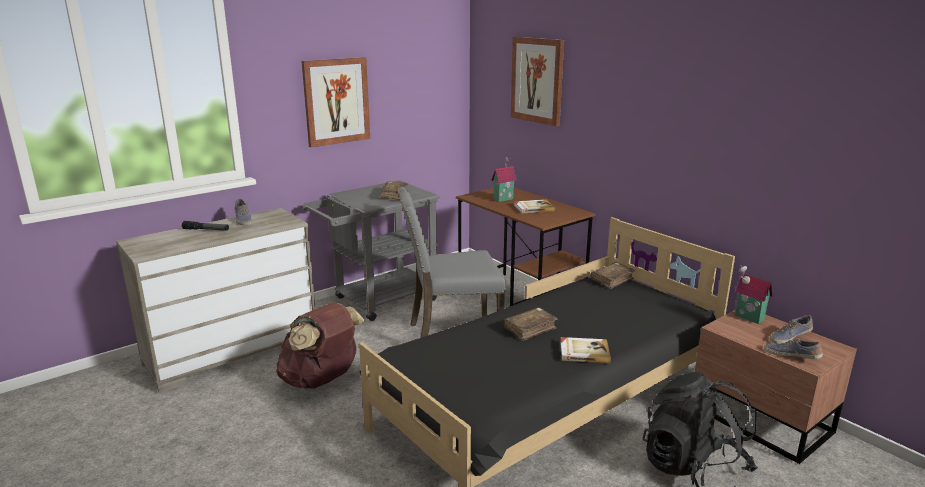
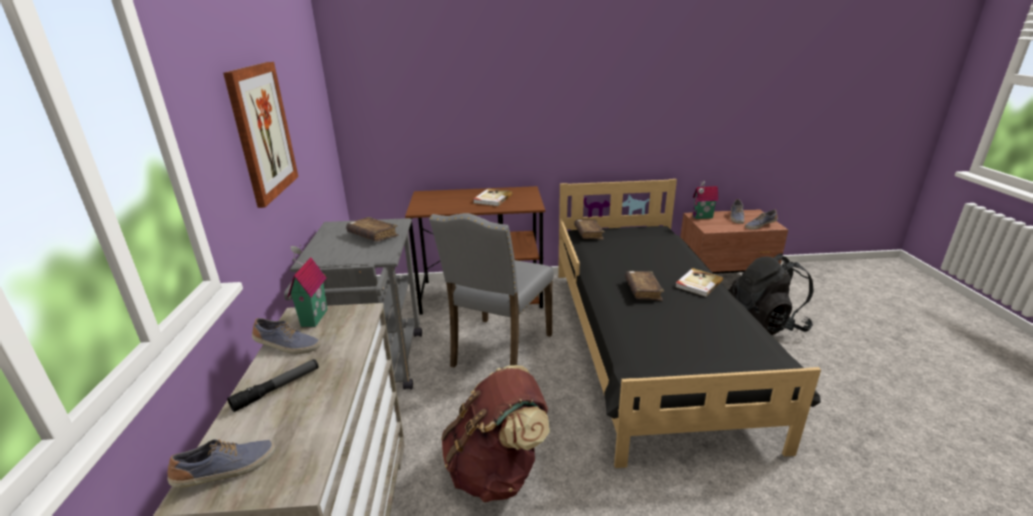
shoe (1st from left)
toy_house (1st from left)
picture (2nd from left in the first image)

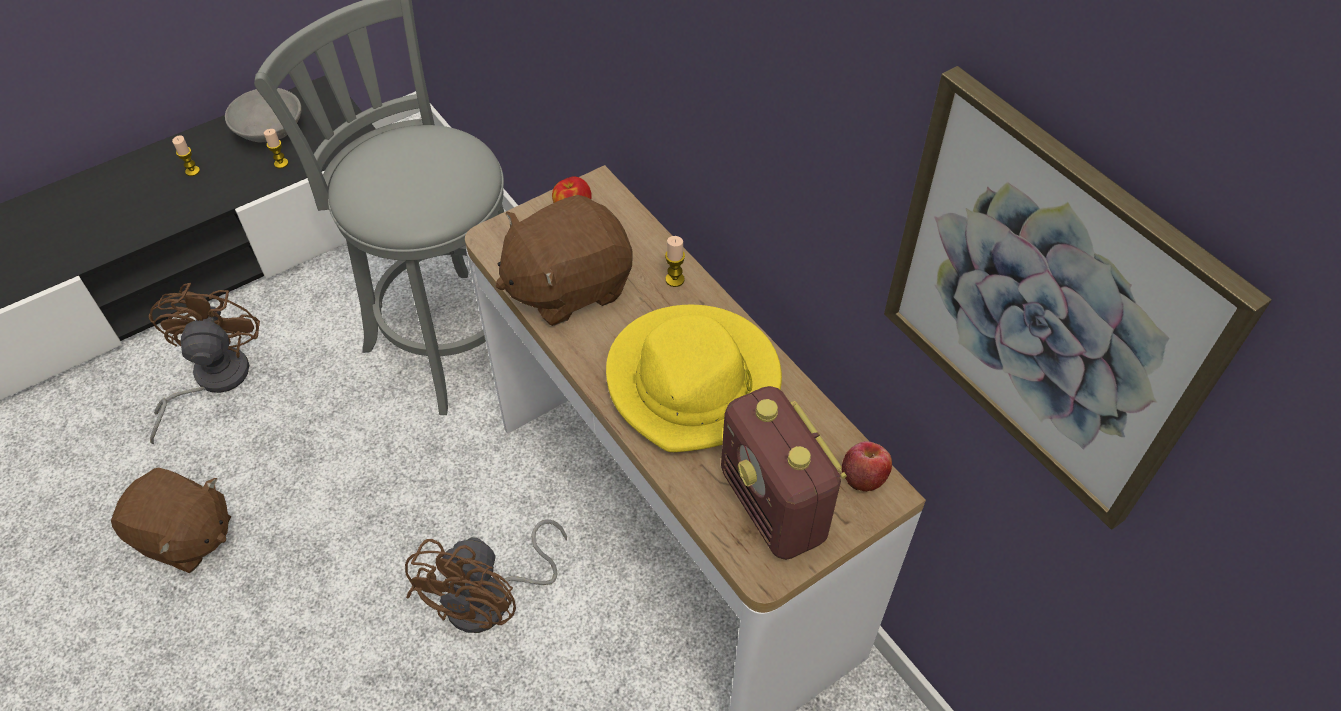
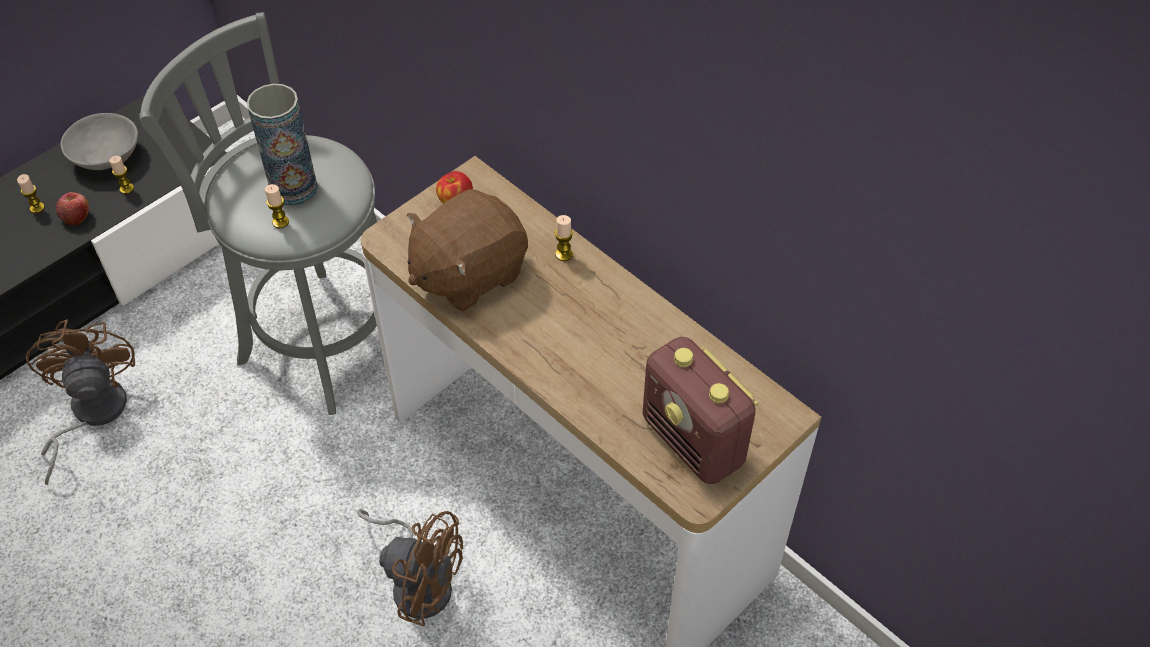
apple (1st from left)
vase
candle (3rd from left)
brown_fan (2nd from left)
brown_plush_toy (1st from left in the first image)
yellow_hat
picture

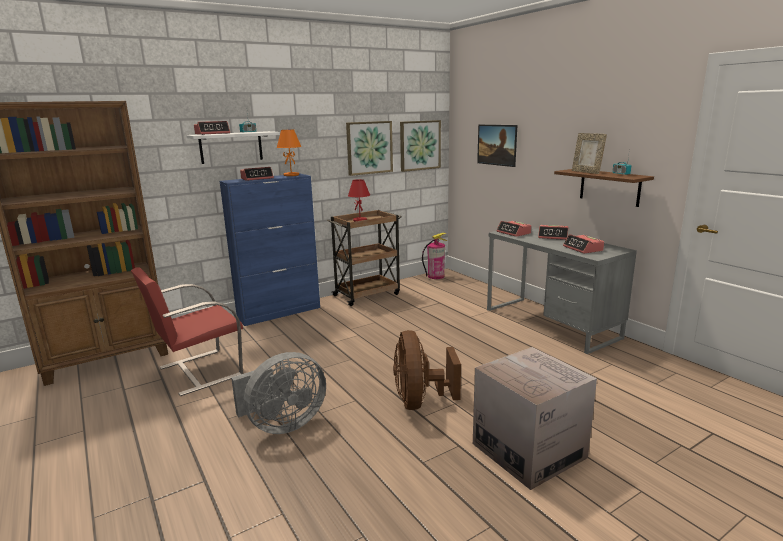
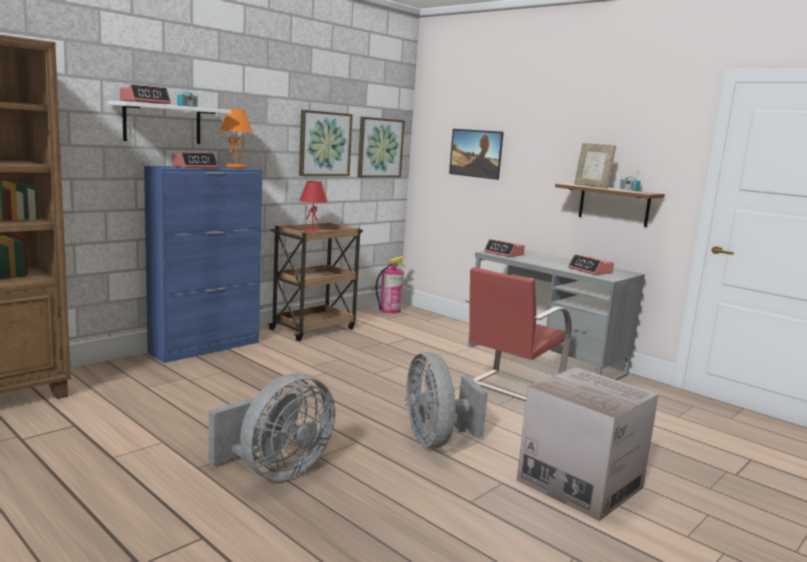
grey_fan (2nd from left)
red_chair
alarm_clock (4th from left in the first image)

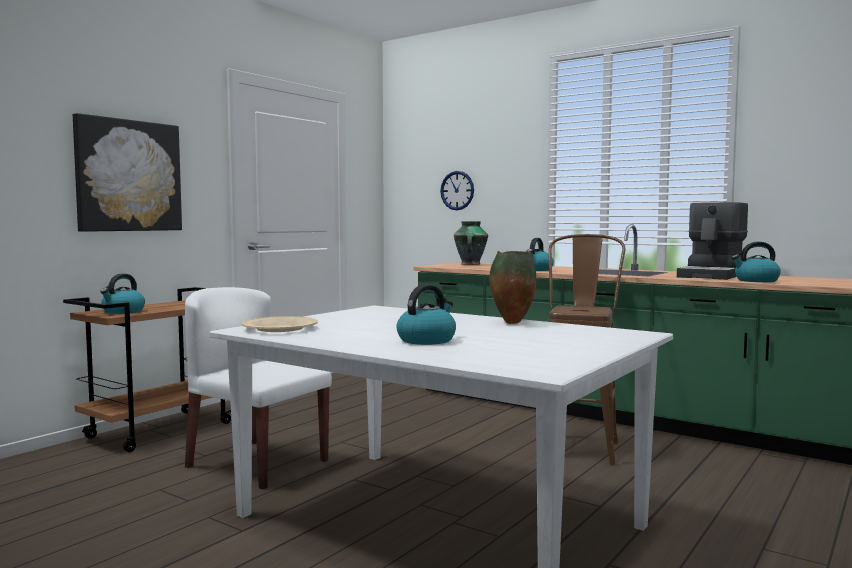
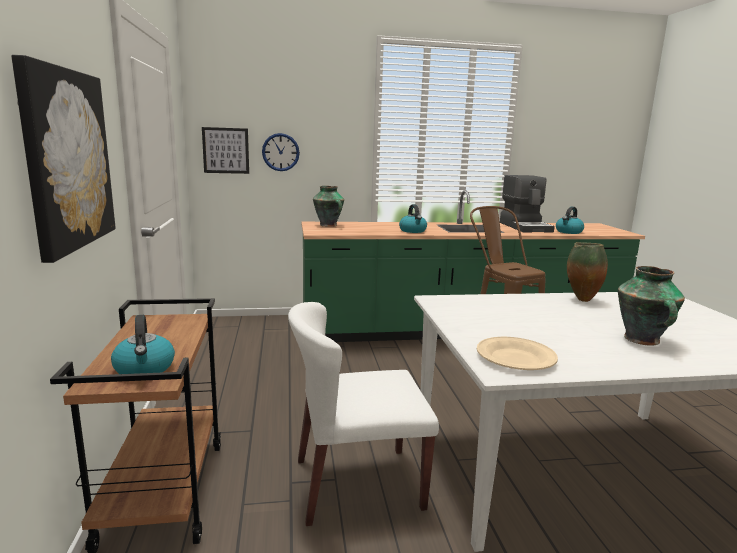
picture (2nd from left)
vase (3rd from left)

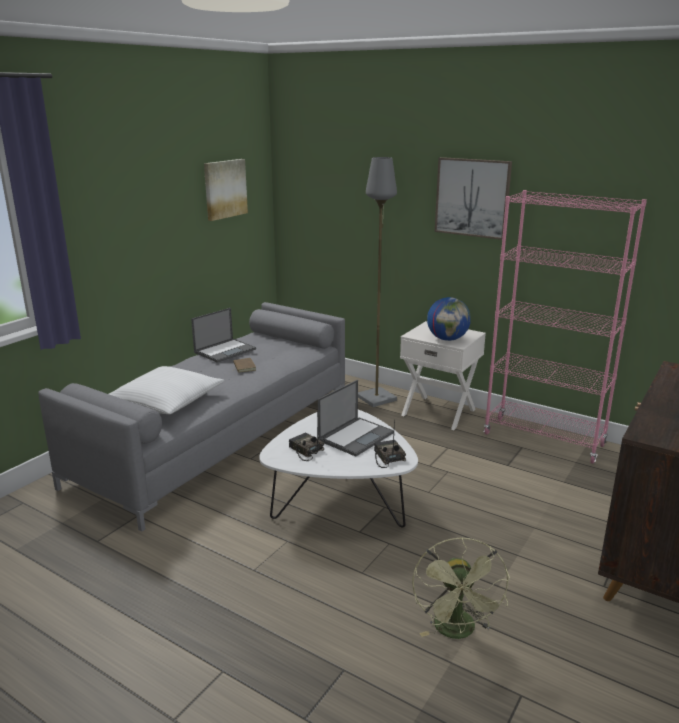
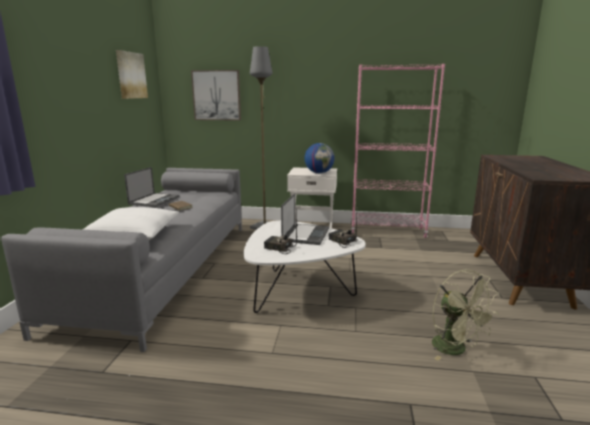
picture (2nd from left)

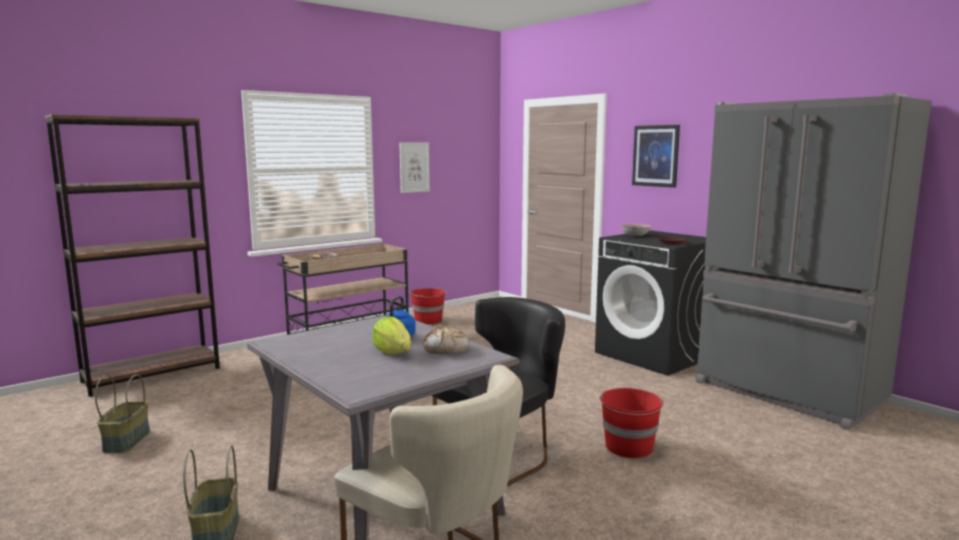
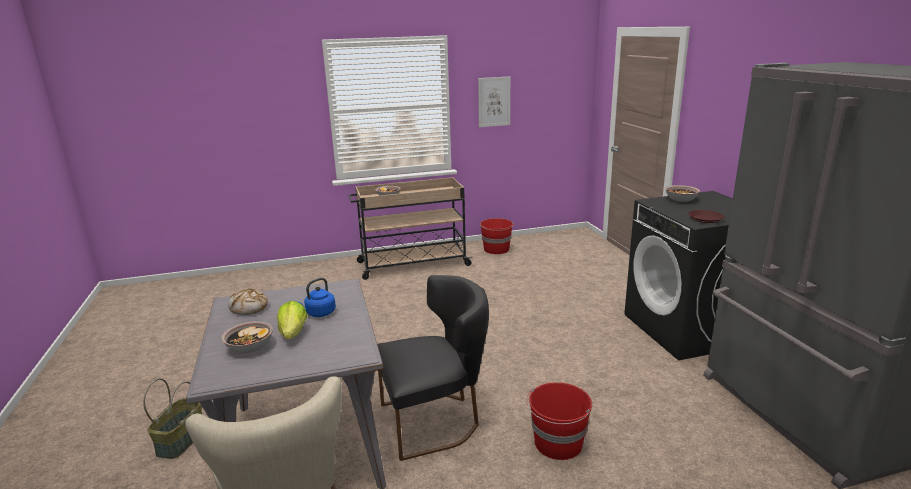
bowl (1st from left)
bread
brown_bookcase
basket (1st from left in the first image)
picture (2nd from left in the first image)

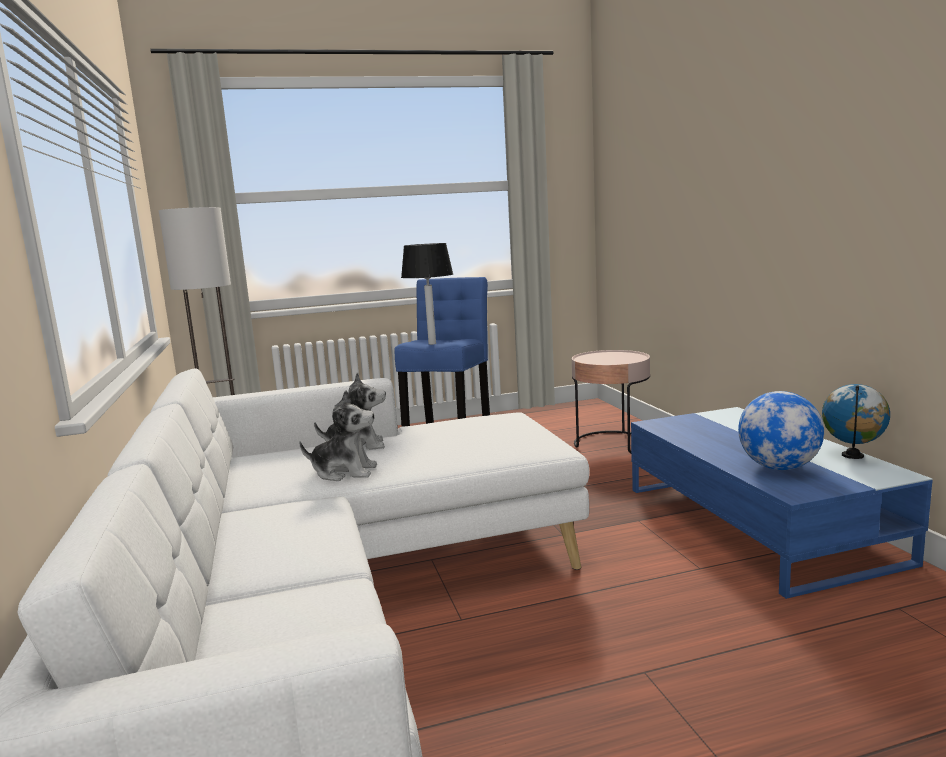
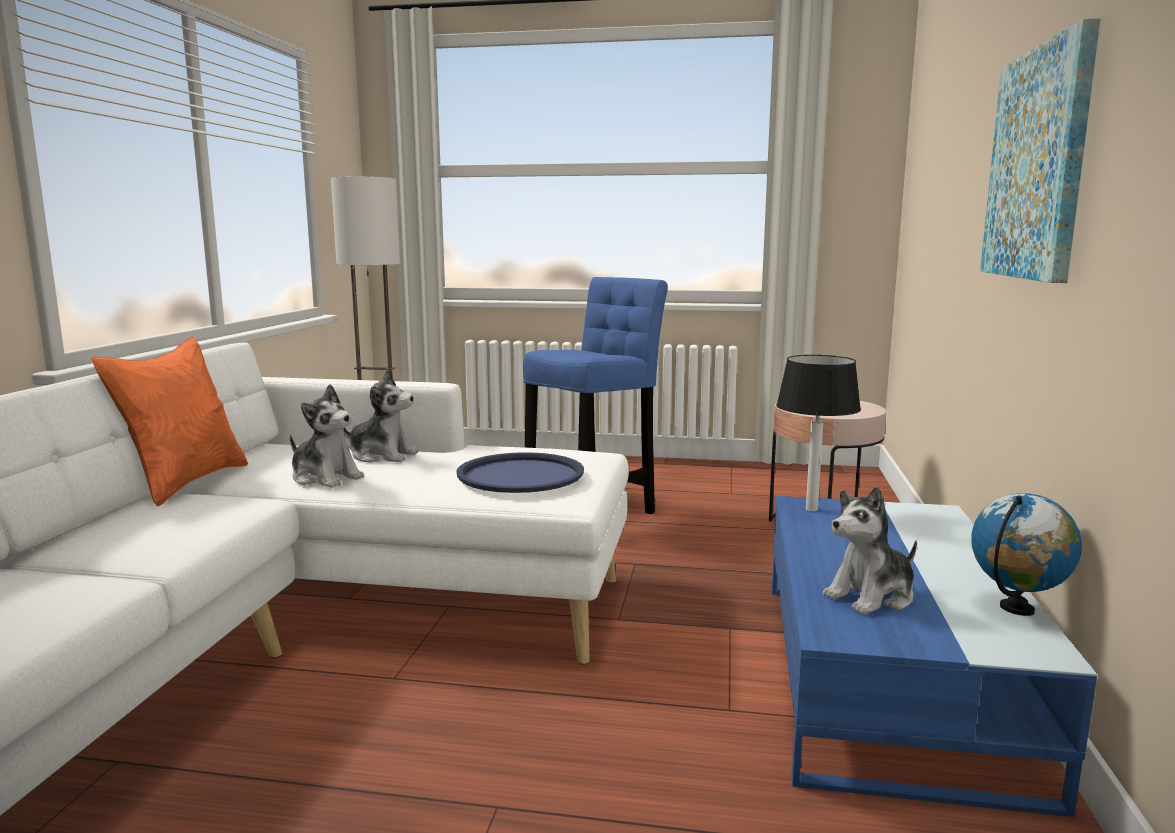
orange_pillow
blue_tray
table_lamp
plush_toy (3rd from left)
picture

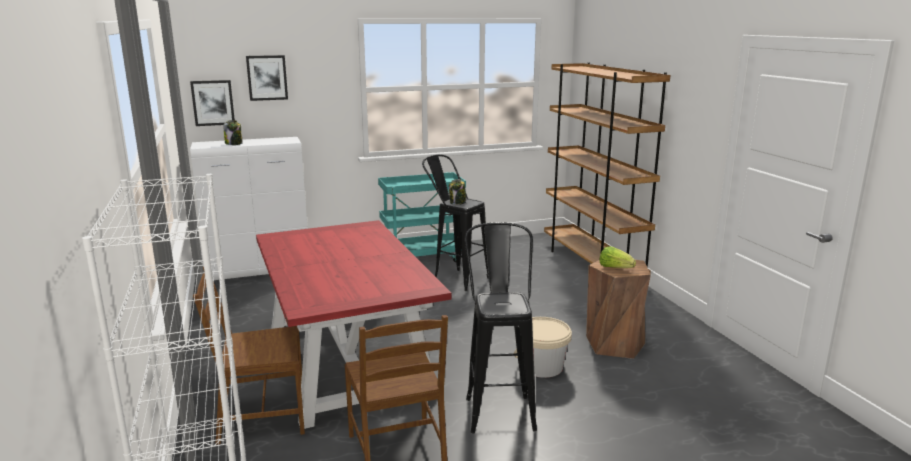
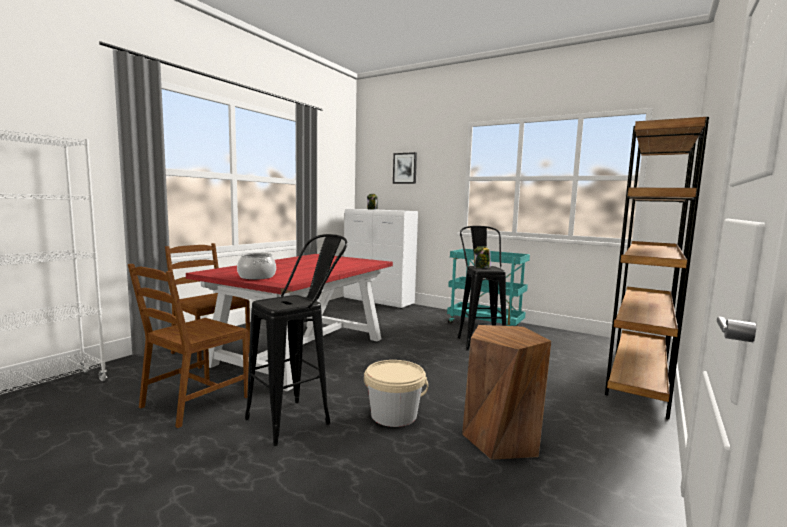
cooking_pot
picture (1st from left in the first image)
lettuce

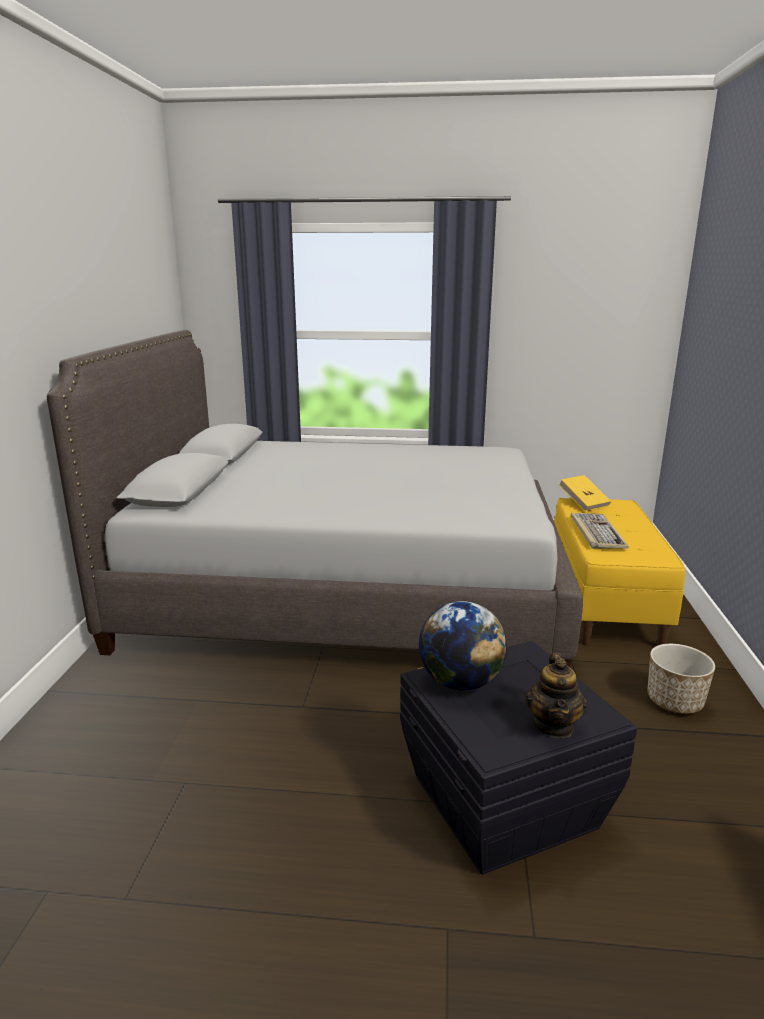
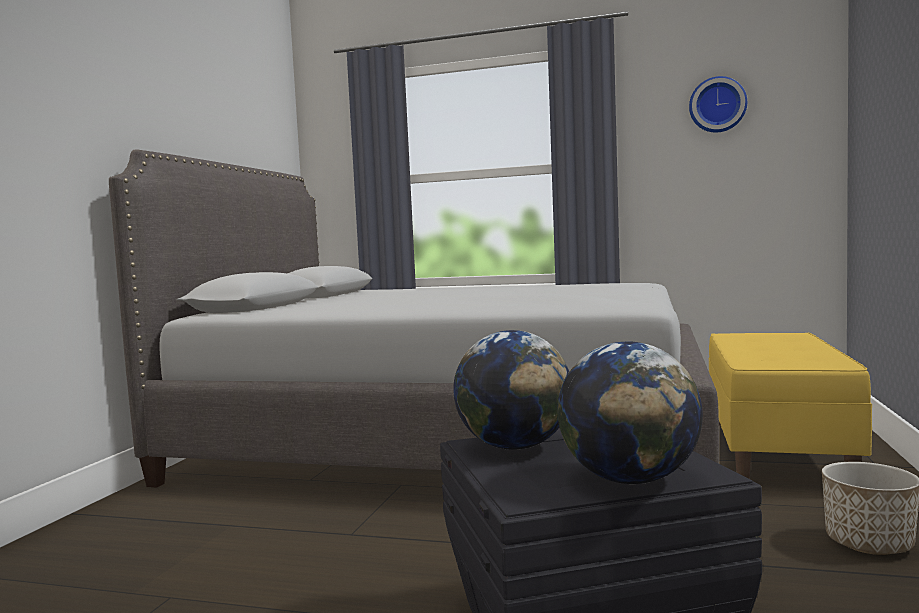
globe (2nd from left)
wall_clock
yellow_book
keyboard

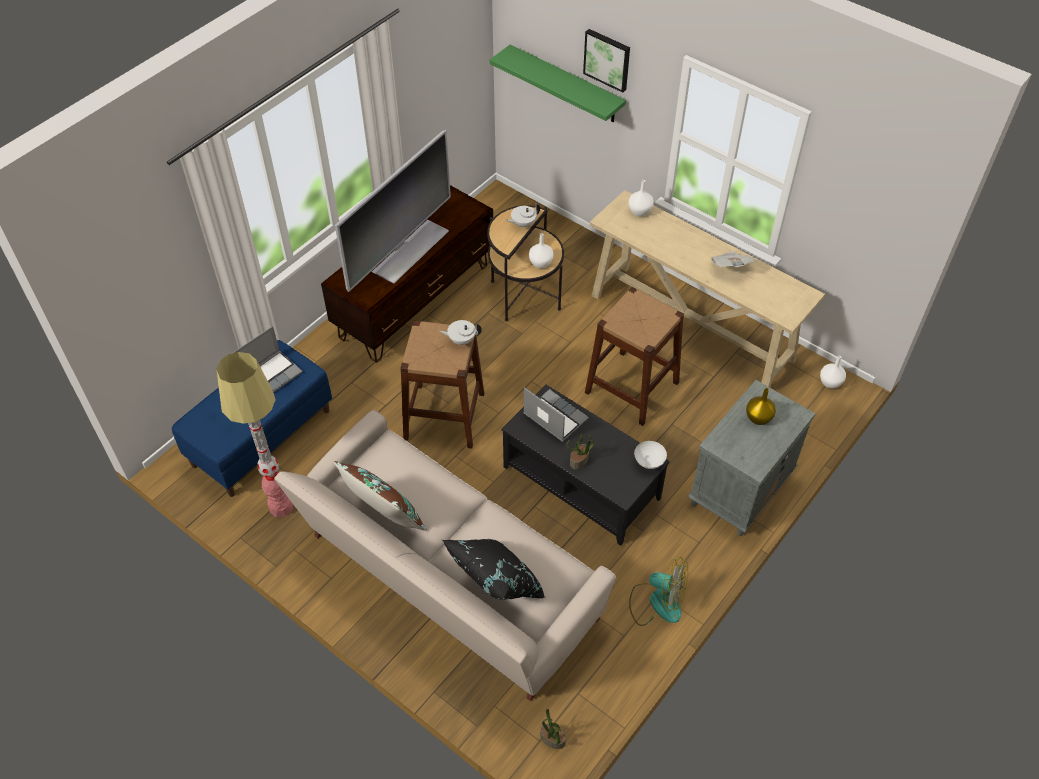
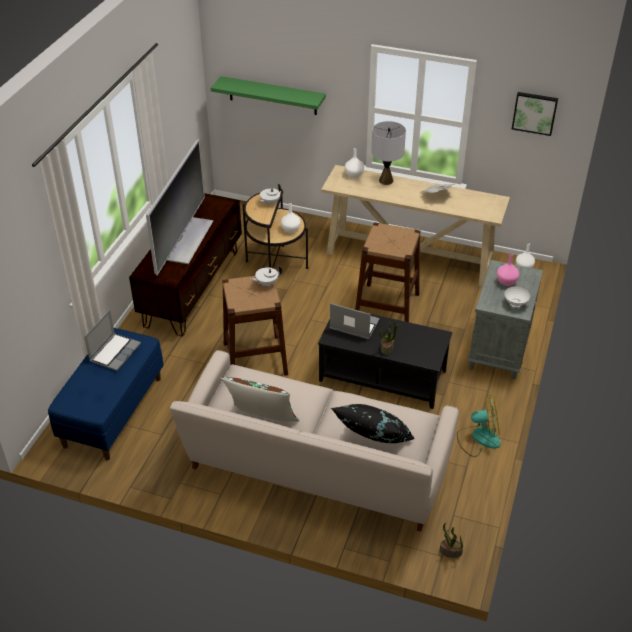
grey_table_lamp
pink_vase
white_bowl
picture
floor_lamp

